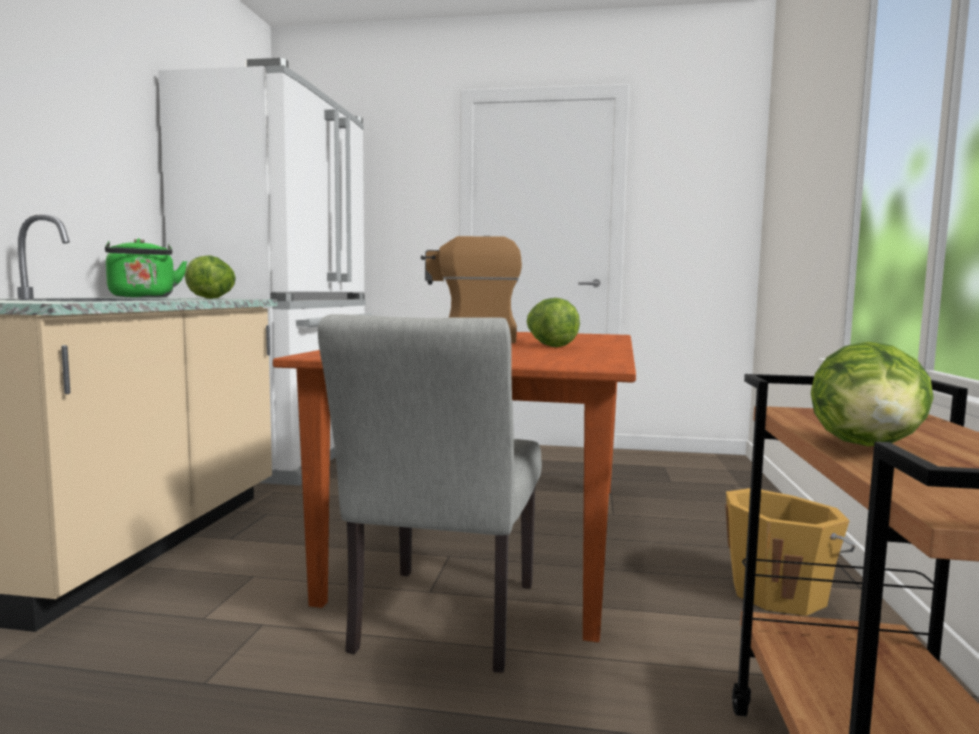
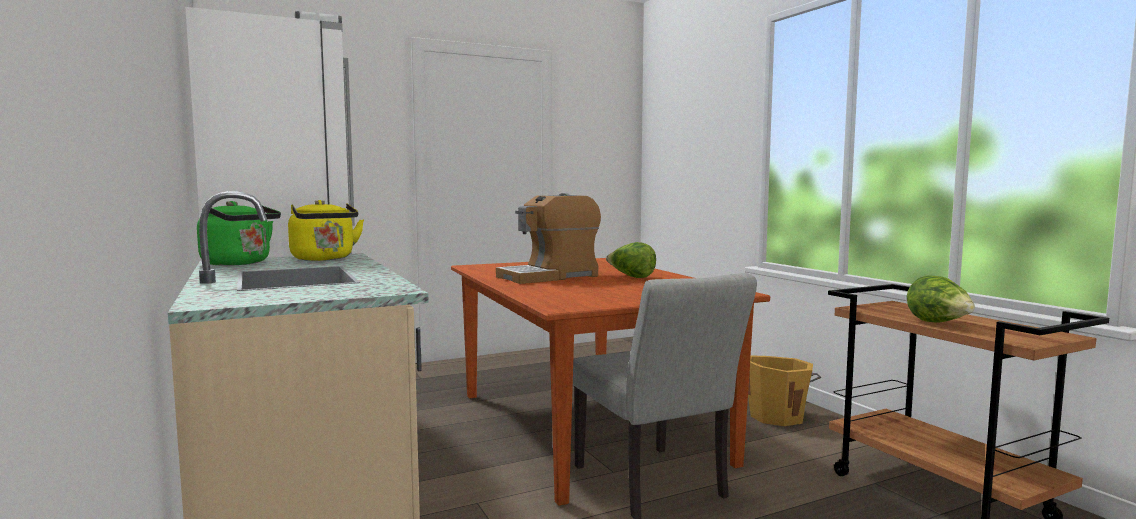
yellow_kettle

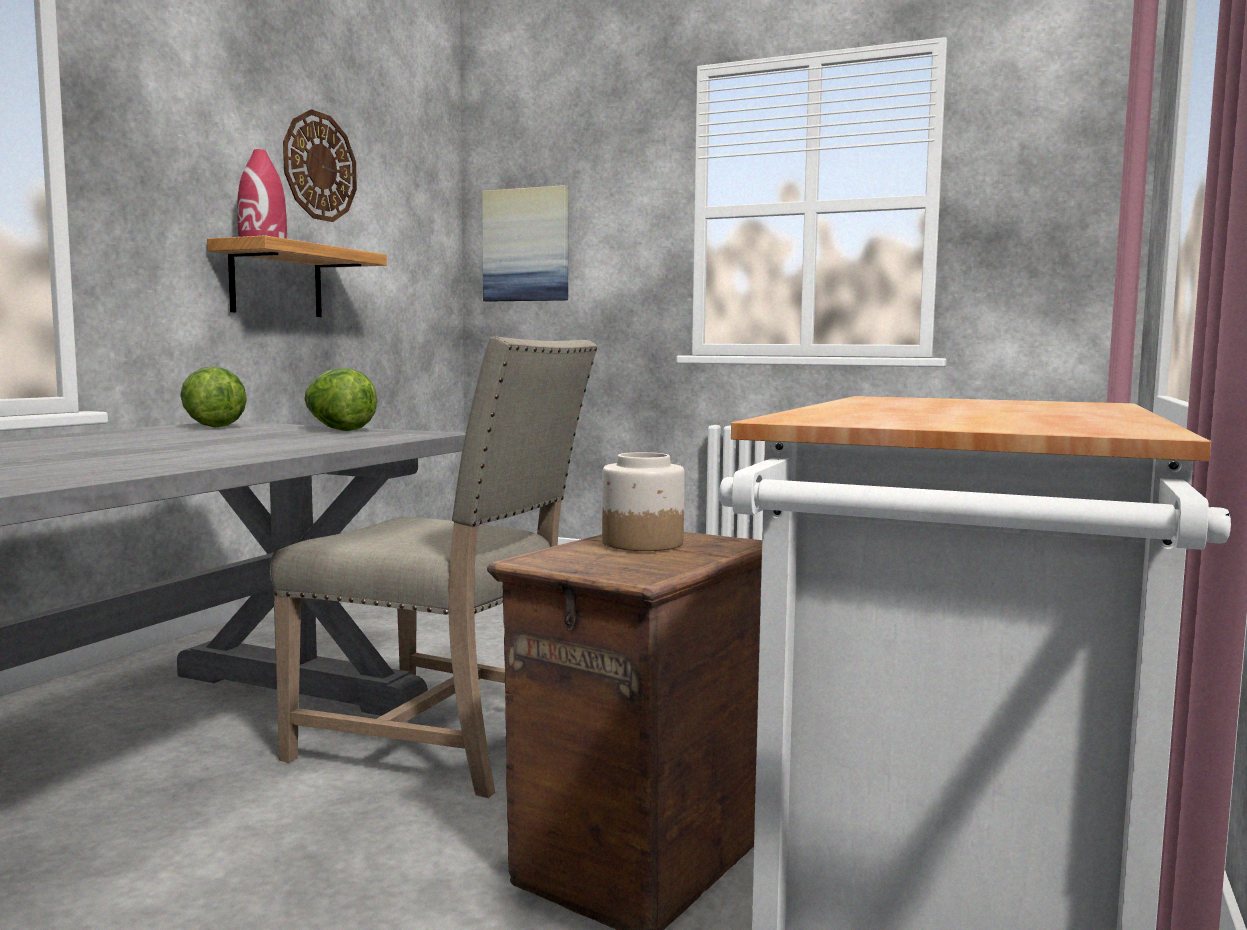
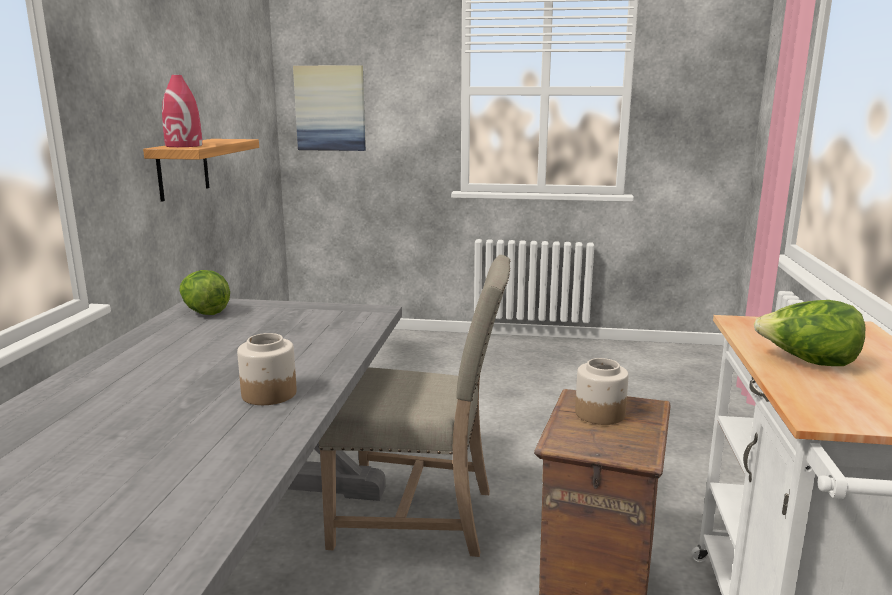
jar (1st from left)
lettuce (2nd from left)
wall_clock

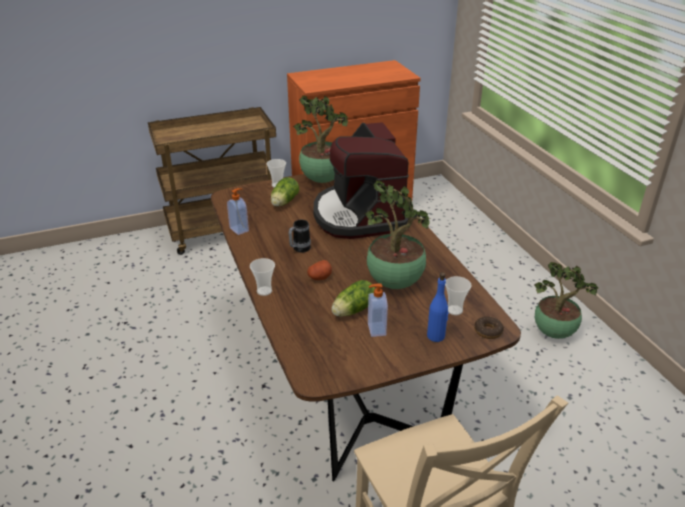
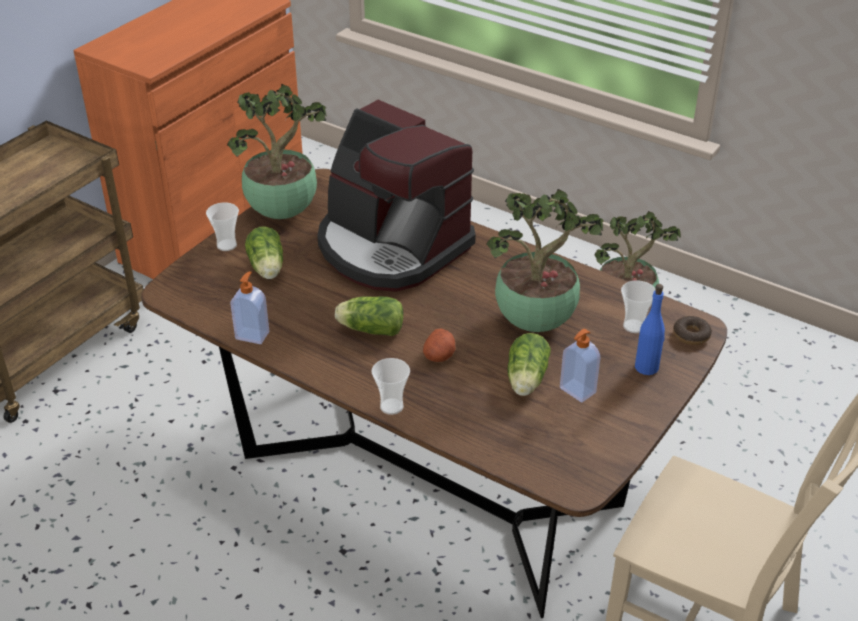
lettuce (2nd from left)

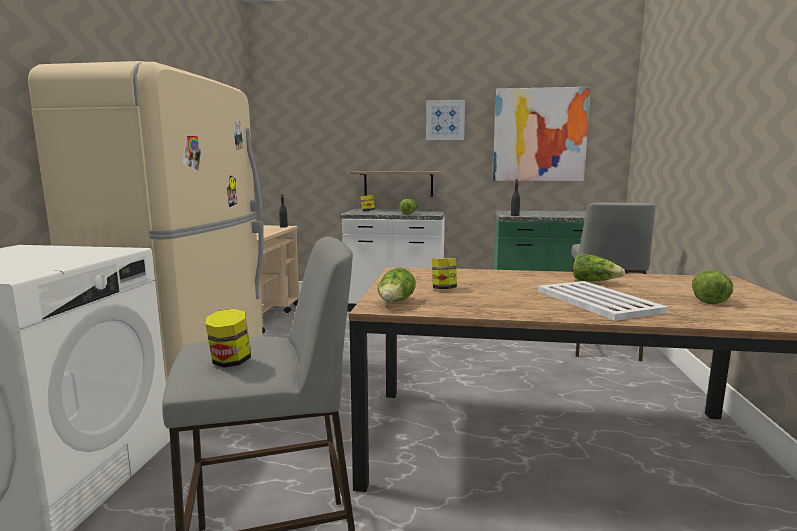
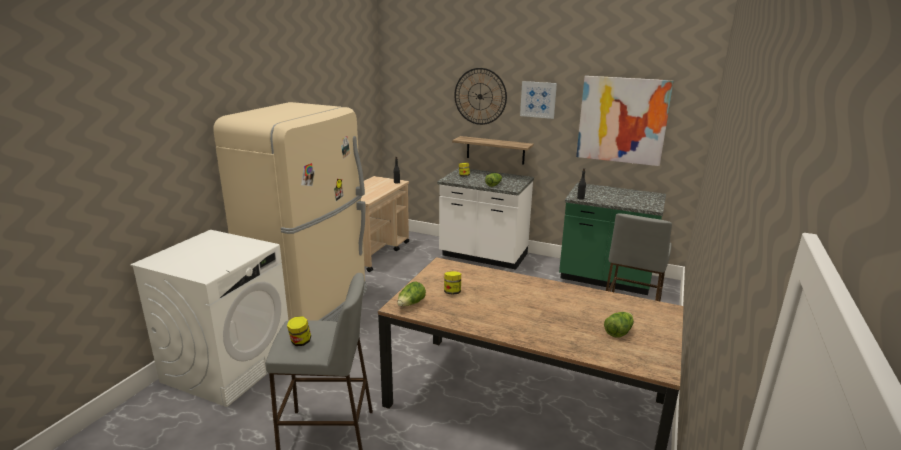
wall_clock
white_tray
lettuce (3rd from left in the first image)

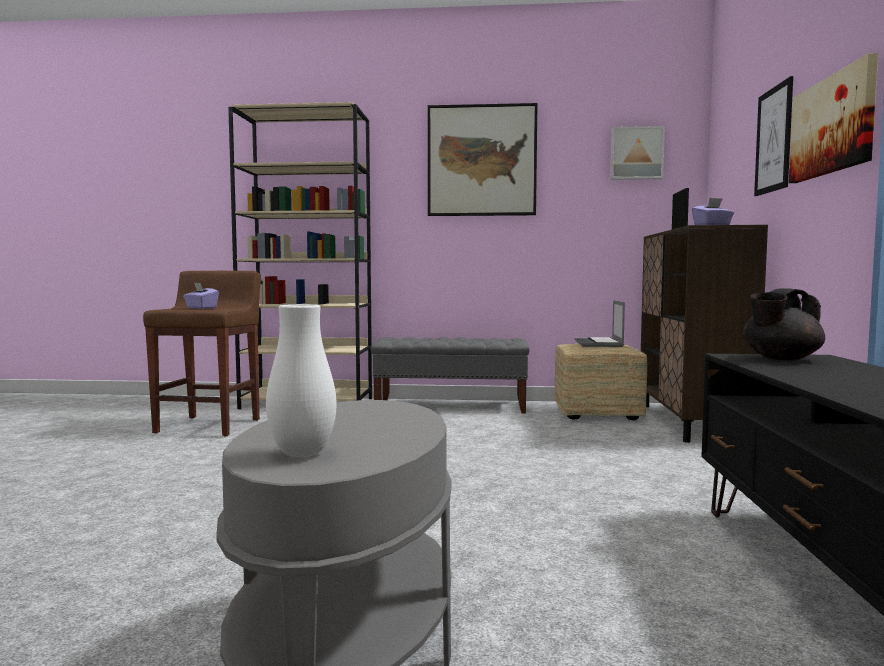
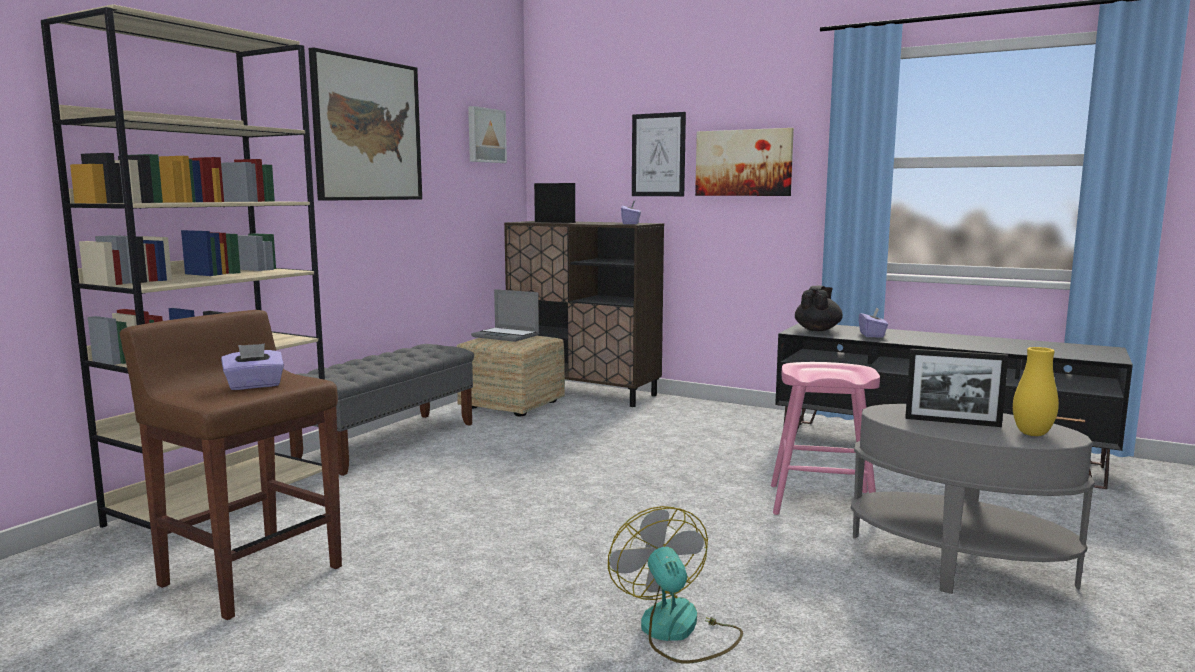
fan
pink_stool
black_teapot
purple_tissue_box (3rd from left)
picture_frame (2nd from left)
yellow_vase

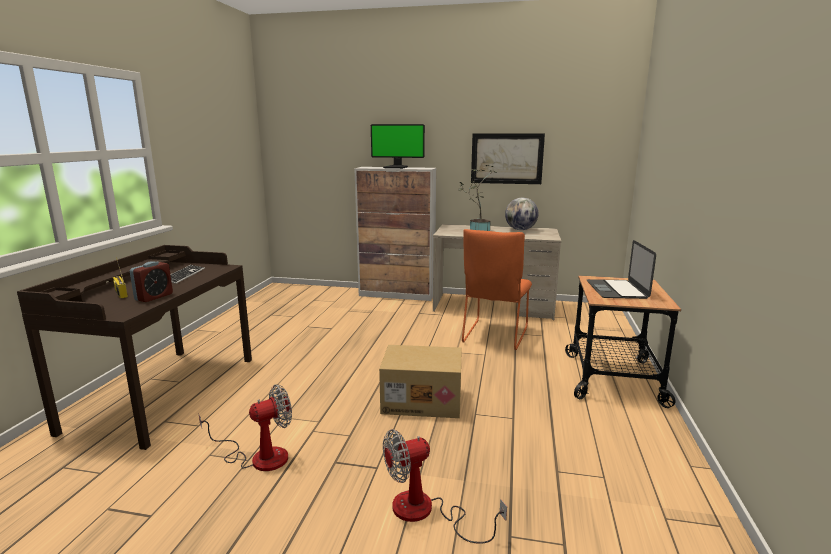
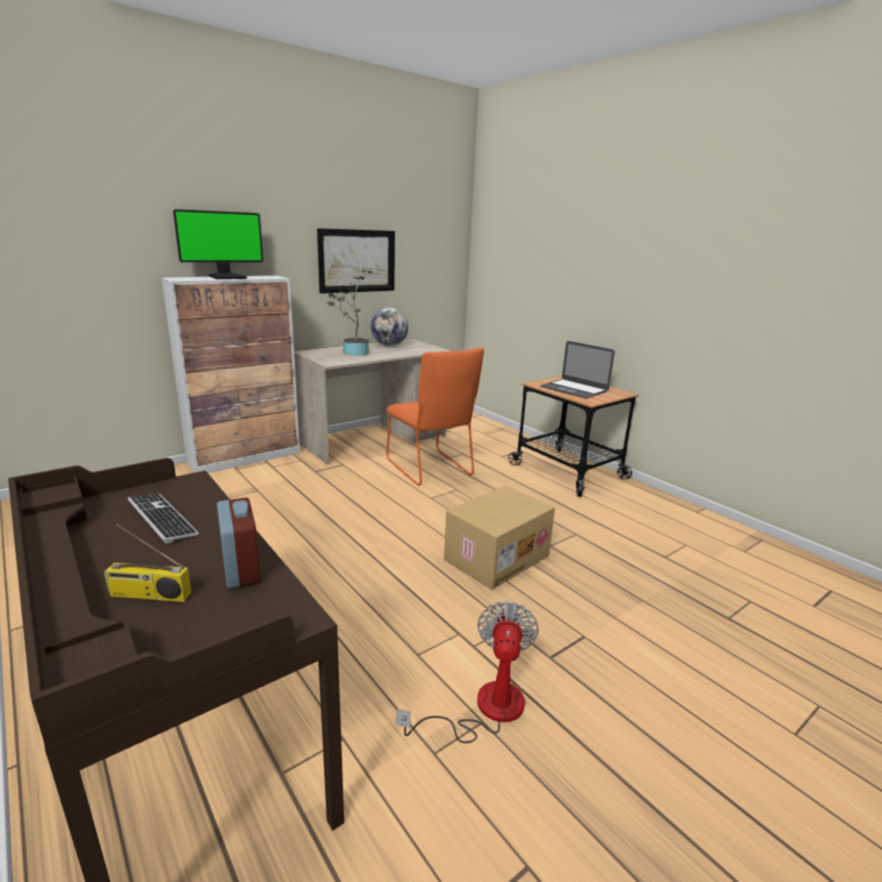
fan (2nd from left in the first image)

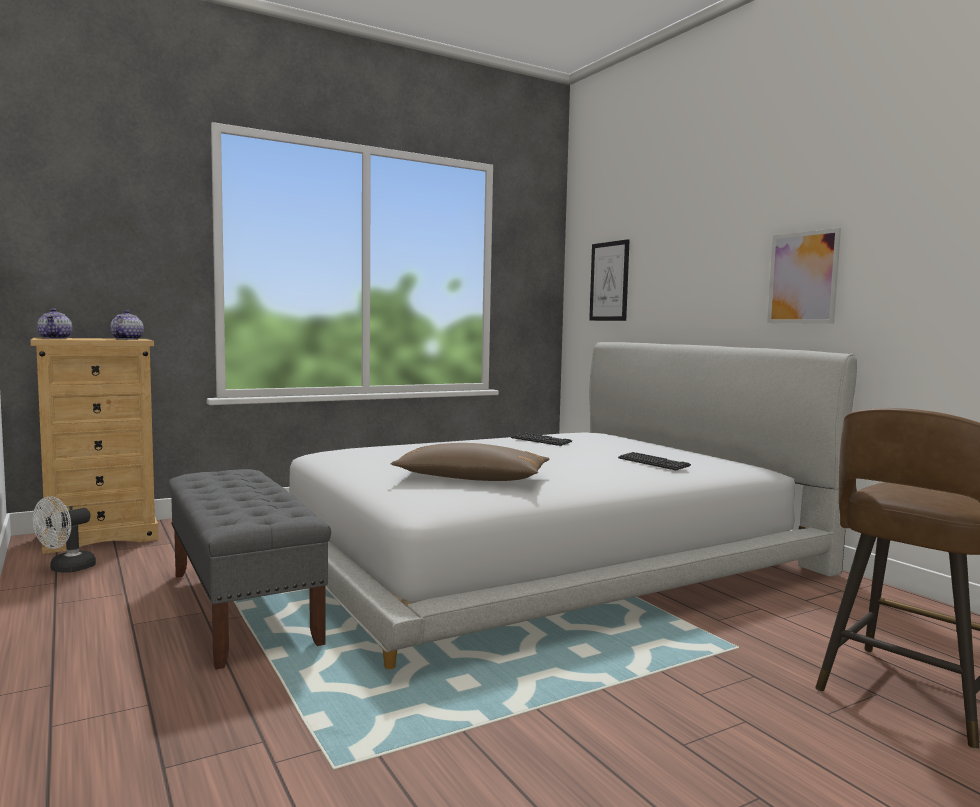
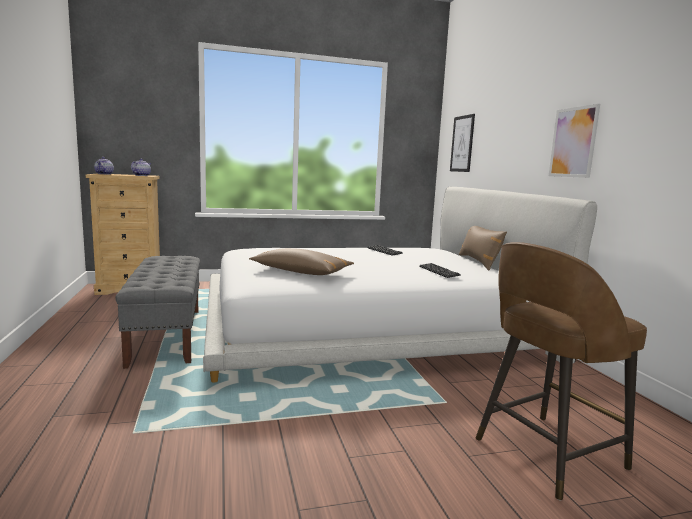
brown_pillow (2nd from left)
white_fan

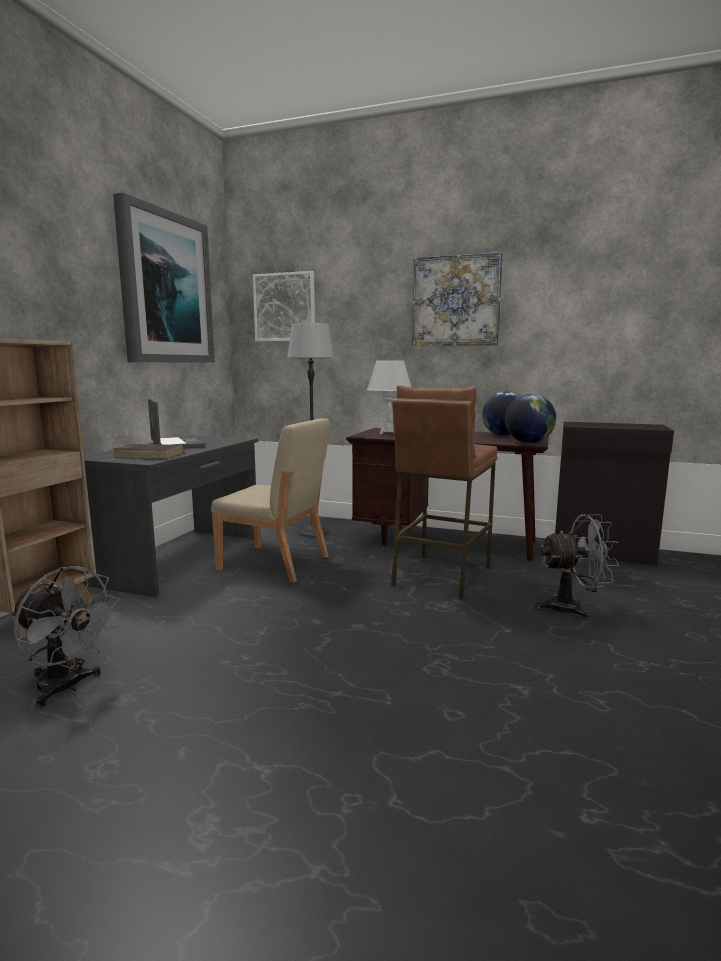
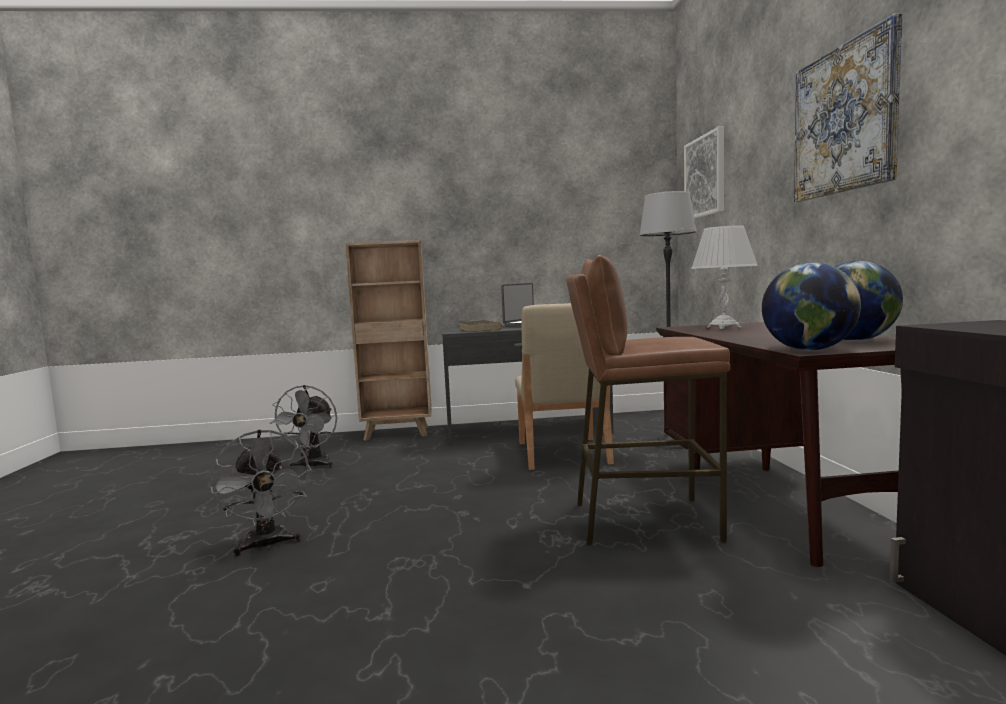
grey_fan (1st from left)
picture (1st from left in the first image)

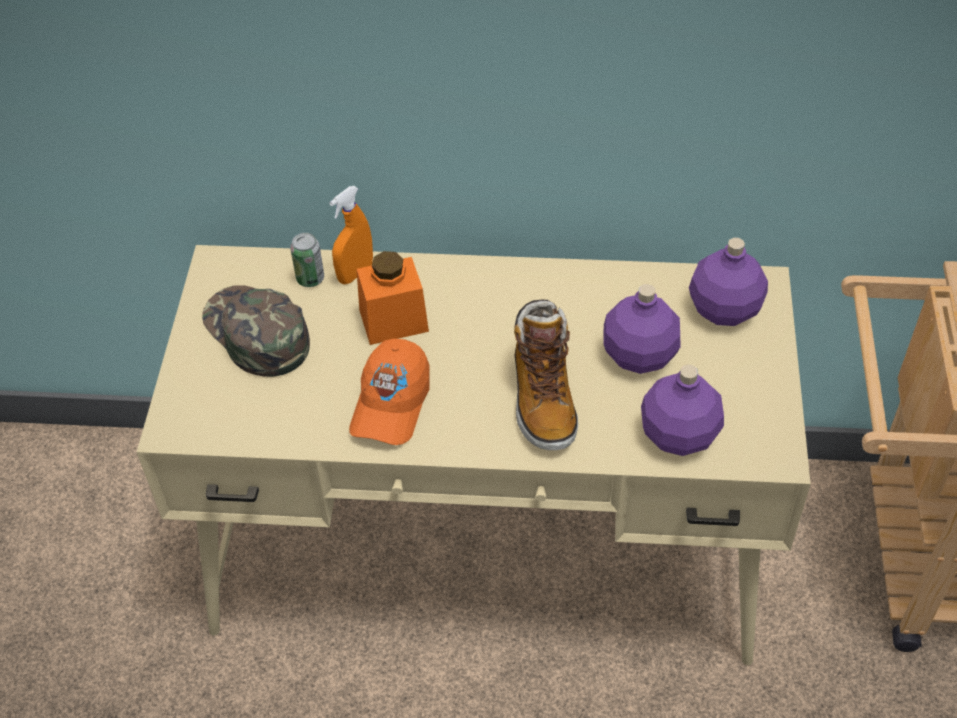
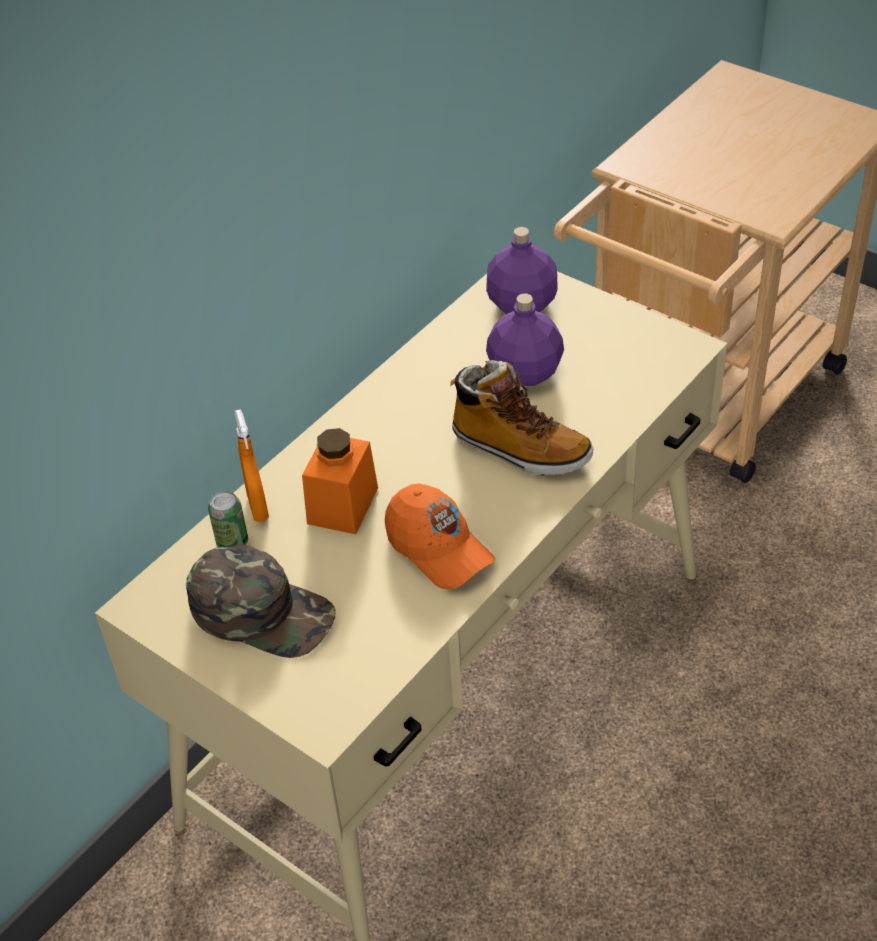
green_cap
purple_bottle (2nd from left in the first image)

